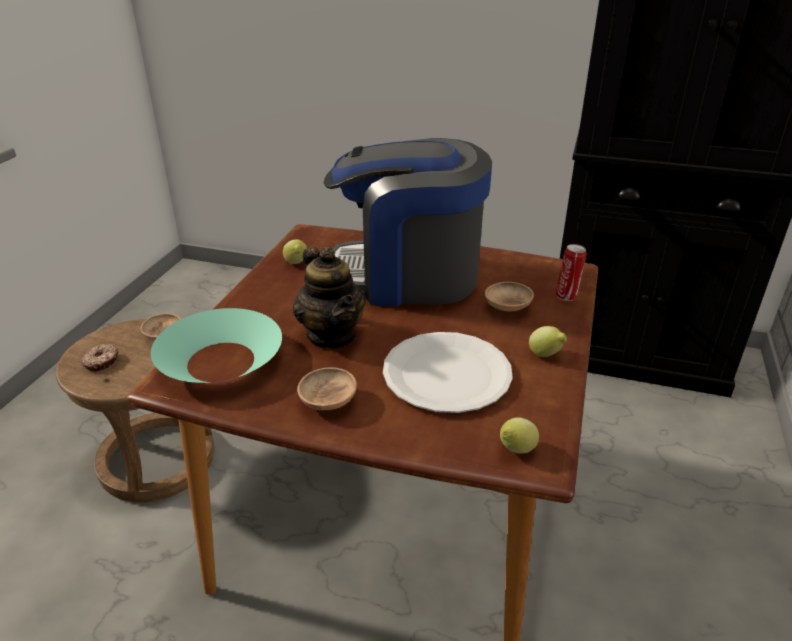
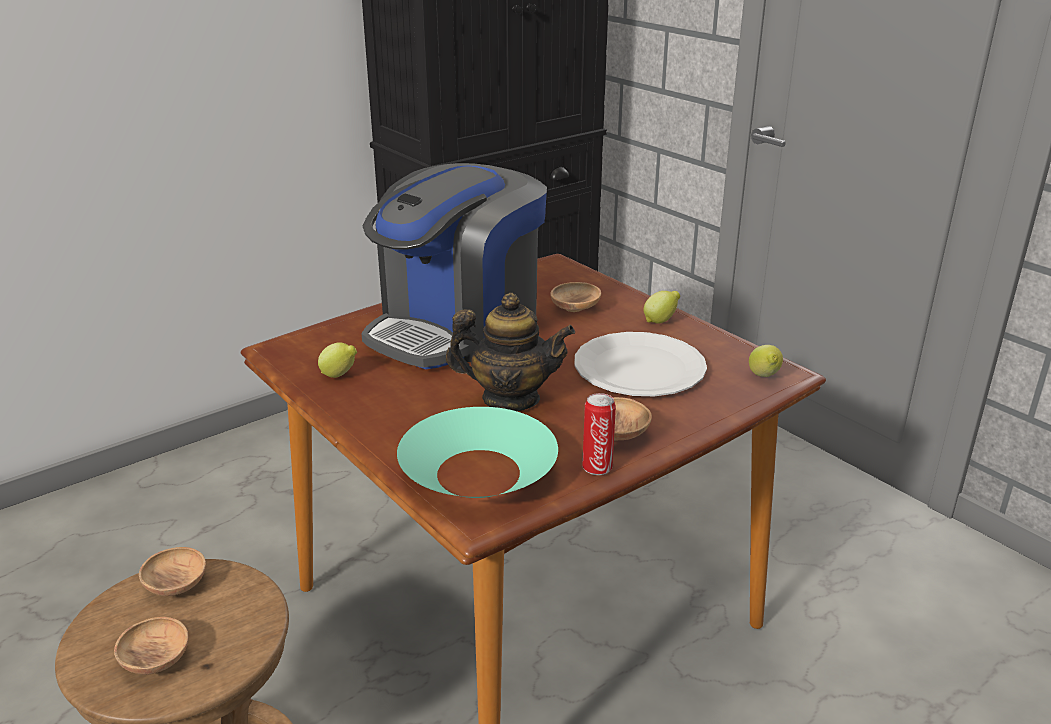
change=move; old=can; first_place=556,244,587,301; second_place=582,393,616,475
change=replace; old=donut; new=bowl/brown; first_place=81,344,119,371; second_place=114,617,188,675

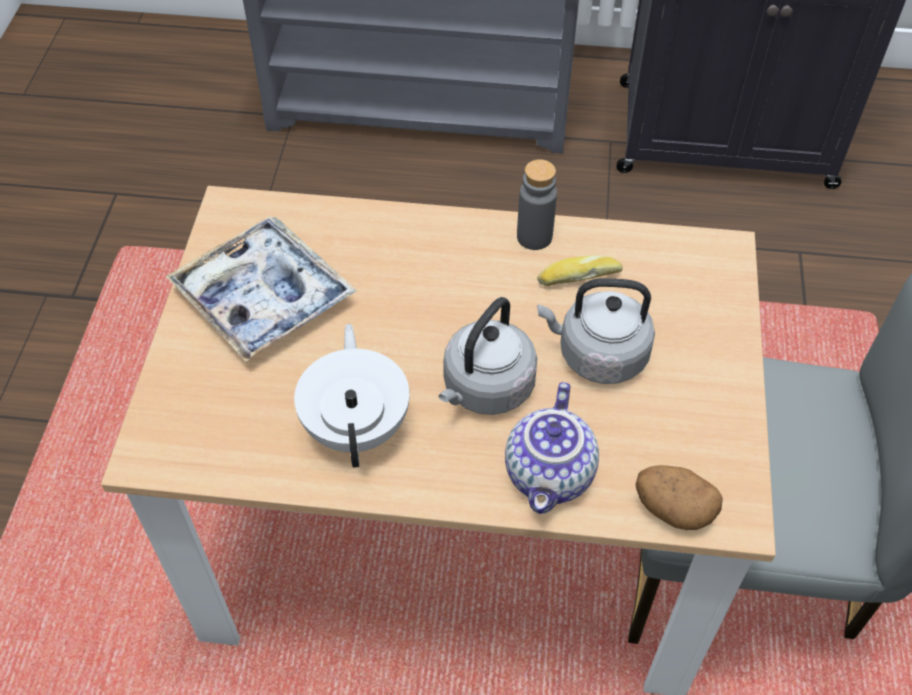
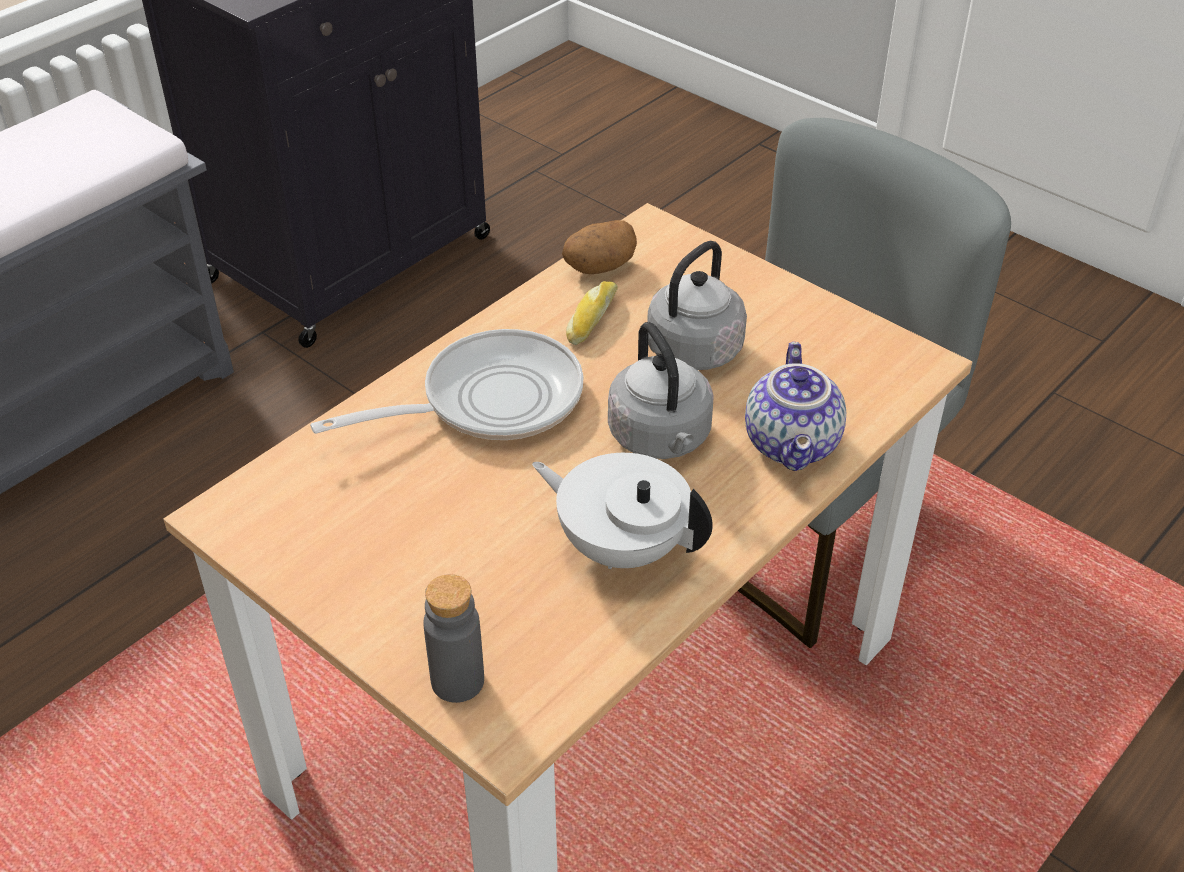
change=delete; old=tray; first_place=165,216,356,362
change=insert; new=frying pan; second_place=310,329,583,440
change=move; old=bottle/grey; first_place=517,159,557,250; second_place=423,574,484,703
change=move; old=potato; first_place=635,465,723,530; second_place=562,220,637,274
change=rotate; old=teapot; first_place=505,382,599,514; second_place=745,342,846,471; degrees=45

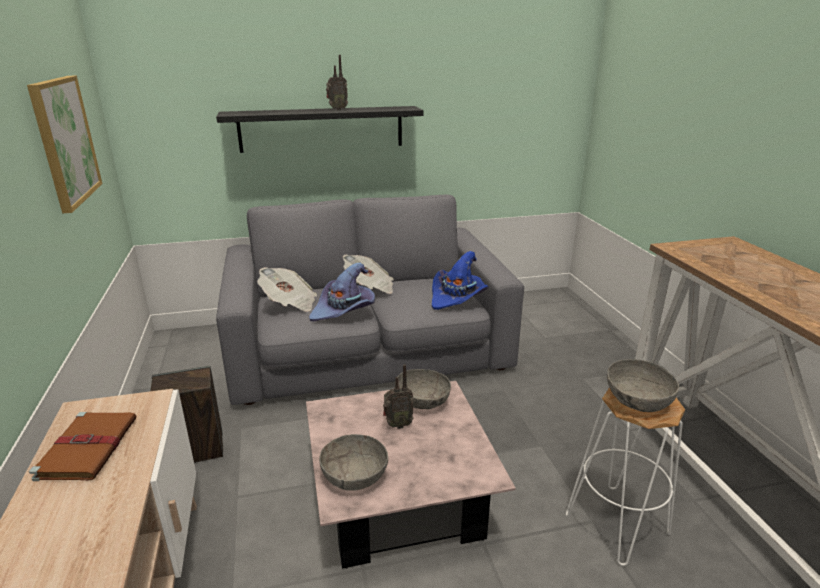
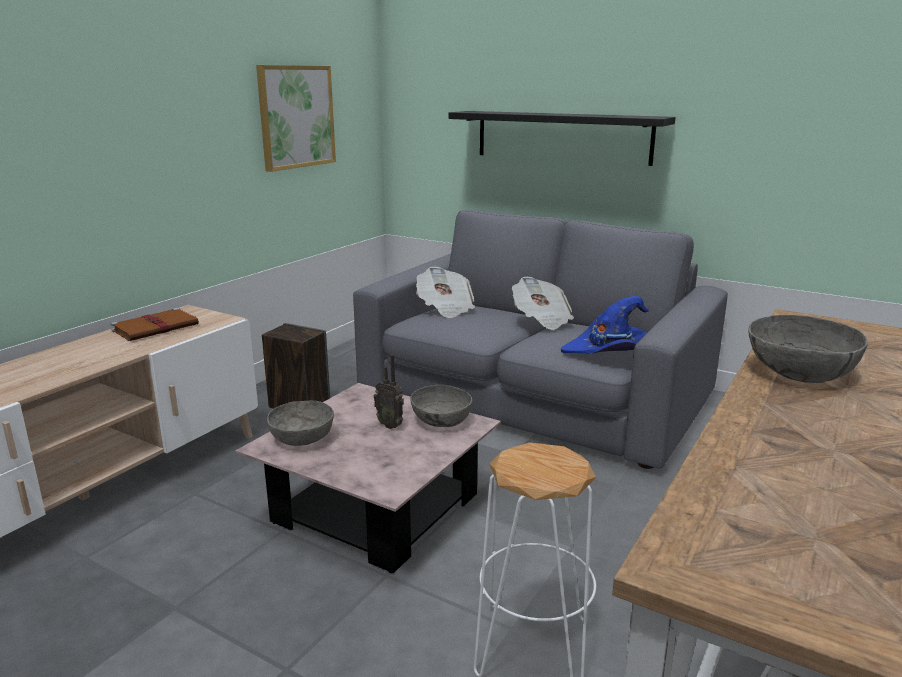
change=delete; old=hat/purple; first_place=309,262,375,321
change=delete; old=radio; first_place=326,55,348,110
change=move; old=bowl/grey; first_place=607,359,679,412; second_place=748,315,868,383

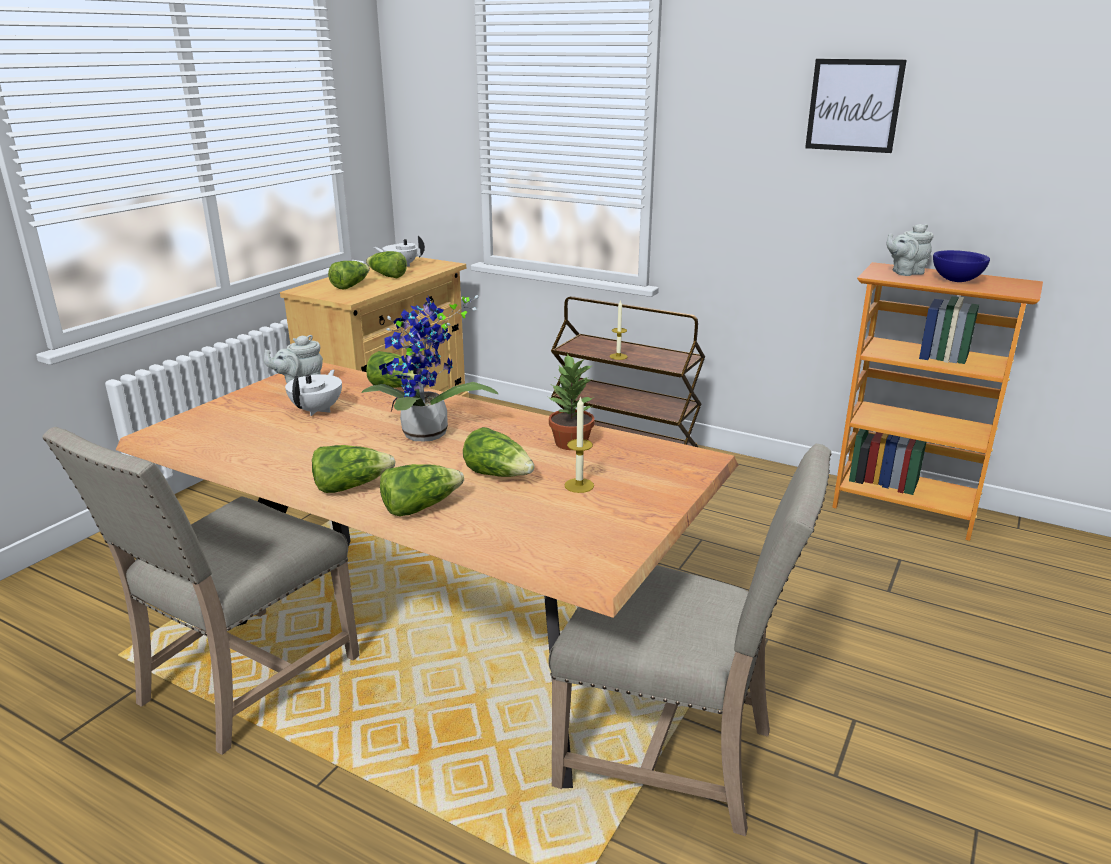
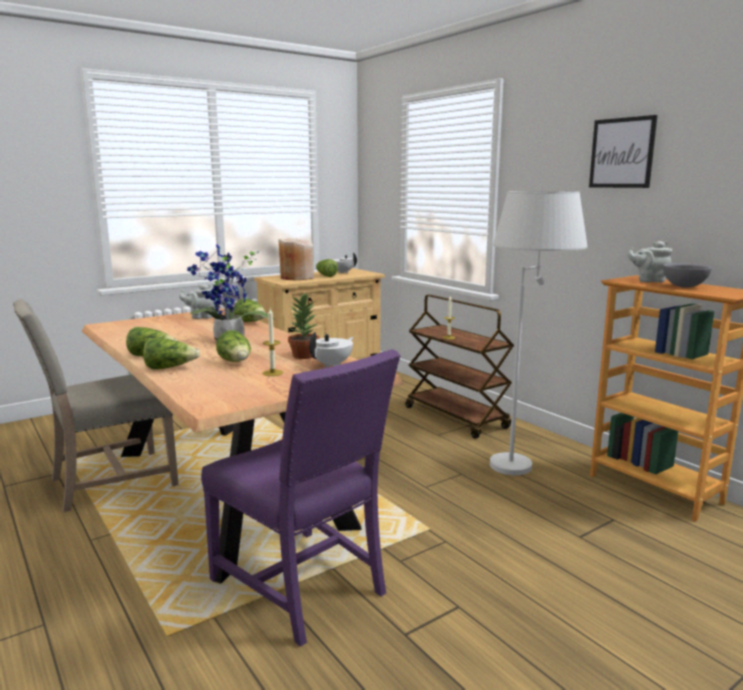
change=insert; new=floor lamp/white; second_place=490,191,587,475
change=move; old=teapot/white; first_place=285,370,342,416; second_place=309,332,354,368
change=replace; old=lettuce; new=vase/beige; first_place=328,261,370,290; second_place=278,238,314,280
change=recolor; old=chair/beige; new=chair/purple; first_place=548,444,831,836; second_place=201,349,400,647
change=recolor; old=bowl/blue; new=bowl/grey; first_place=933,250,990,282; second_place=663,263,712,288

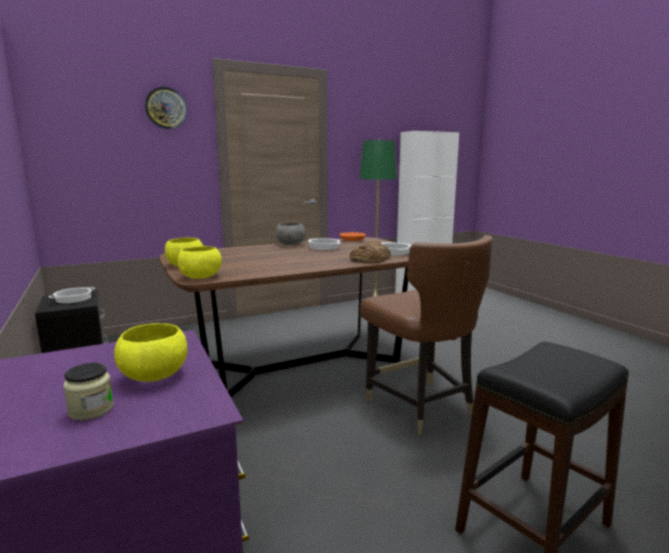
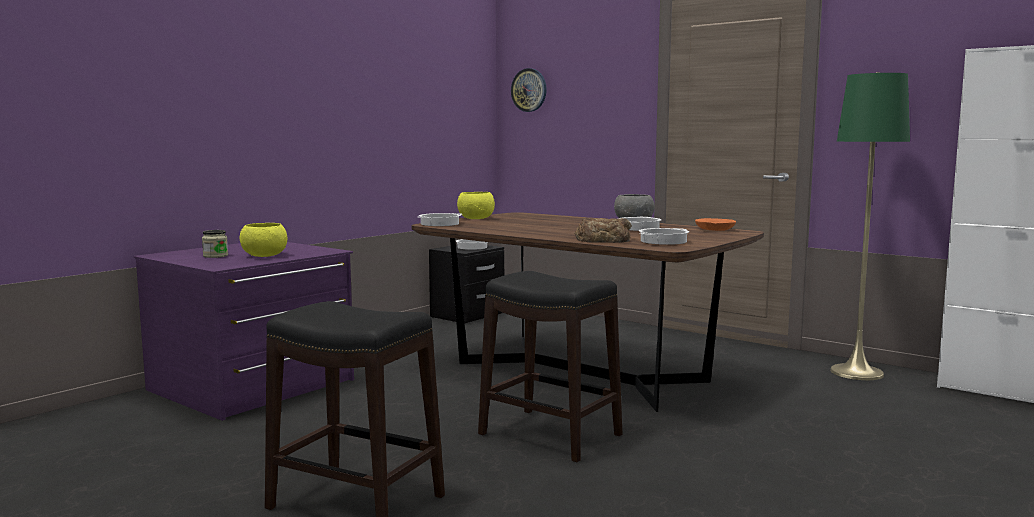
change=move; old=wall clock; first_place=145,87,187,129; second_place=511,68,547,112
change=replace; old=bowl/yellow; new=cooking pot; first_place=177,246,222,279; second_place=419,213,462,226
change=replace; old=chair/brown; new=stool/black; first_place=360,235,493,435; second_place=478,271,623,462

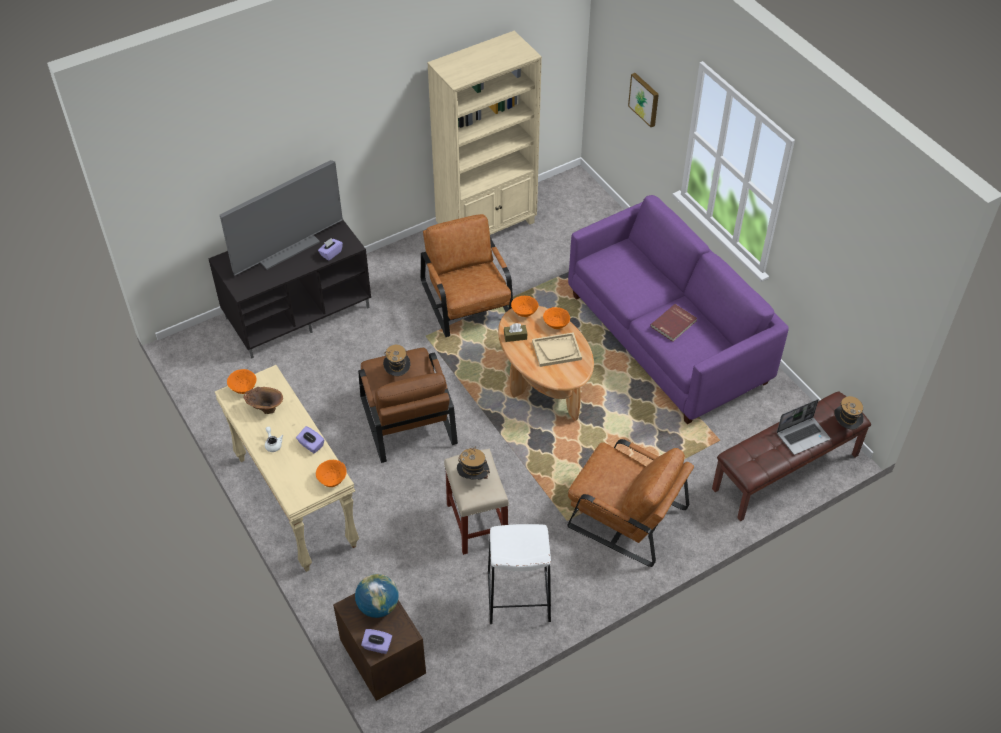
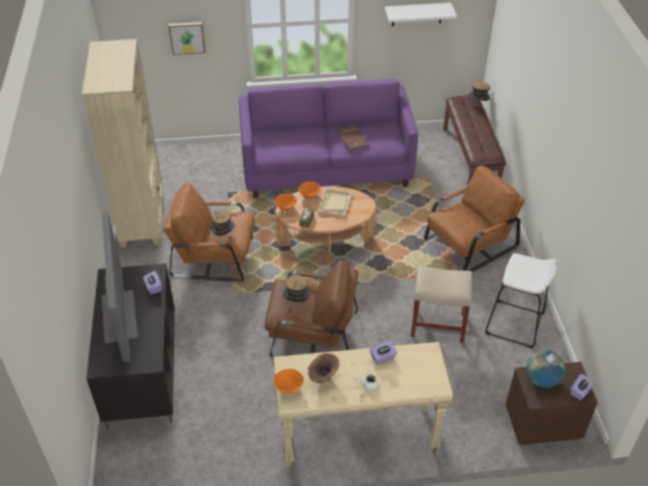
change=delete; old=bowl/orange; first_place=316,460,347,487
change=delete; old=laptop; first_place=777,399,831,455
change=insert; new=shelf/white; second_place=385,3,457,26
change=move; old=hat; first_place=457,446,490,480; second_place=211,211,235,236

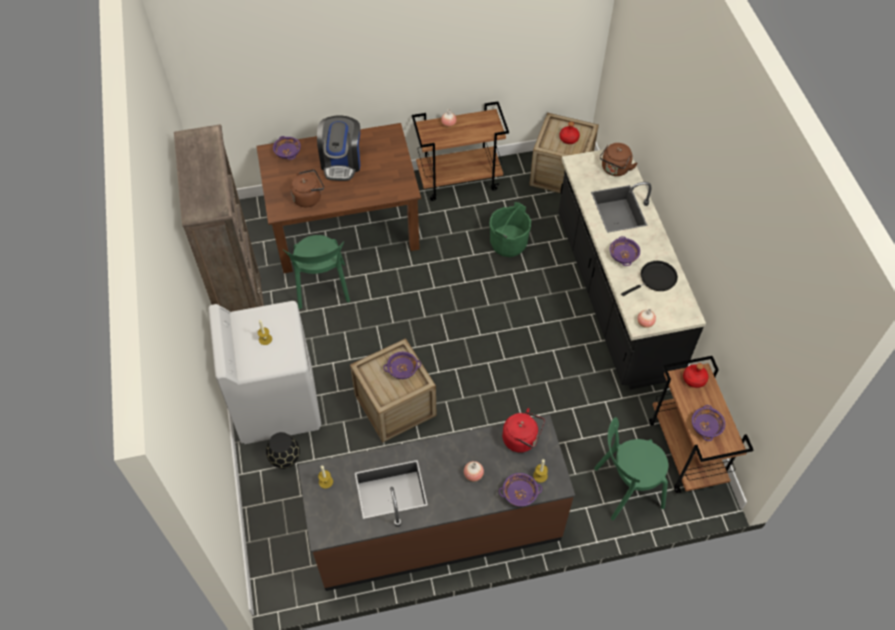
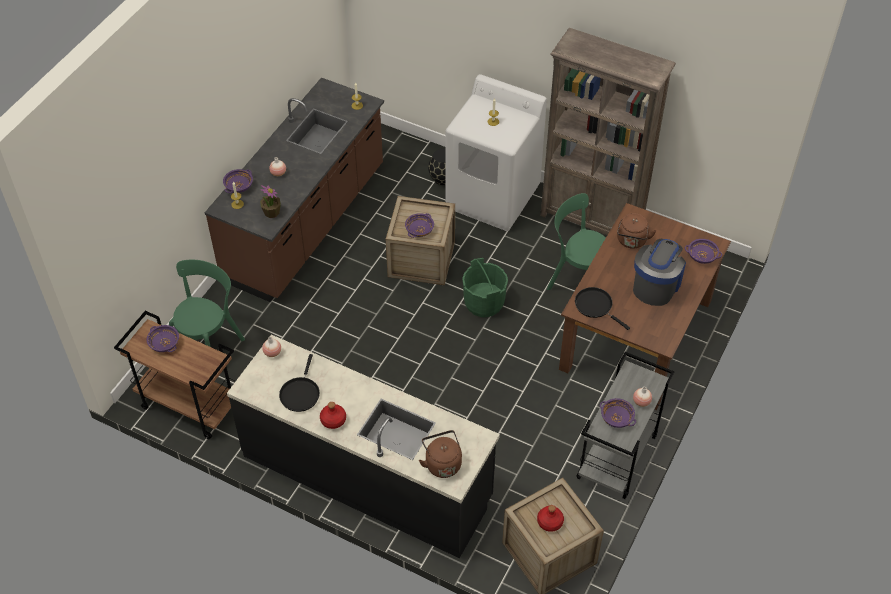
change=insert; new=frying pan/black; second_place=575,287,630,330
change=move; old=bucket/green; first_place=489,202,531,257; second_place=462,258,508,317
change=move; old=bowl/purple; first_place=610,236,640,266; second_place=600,398,636,428
change=move; old=bottle/red; first_place=683,363,708,388; second_place=320,402,346,429
change=replace; old=kettle/red; new=potted plant; first_place=502,408,545,453; second_place=260,185,281,218
change=recolor; old=cart/brown; new=cart/grey; first_place=412,101,509,201; second_place=576,352,674,499
change=rotate; old=coffee machine; first_place=317,115,360,181; second_place=633,239,686,306; degrees=75

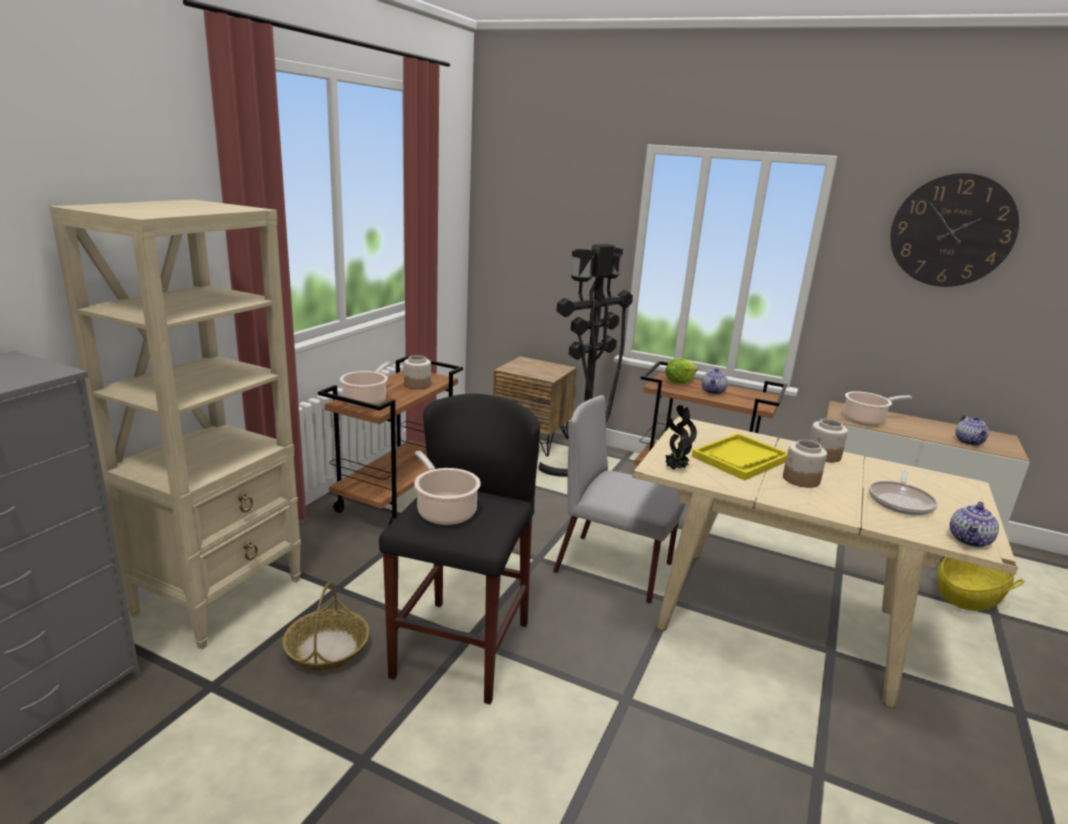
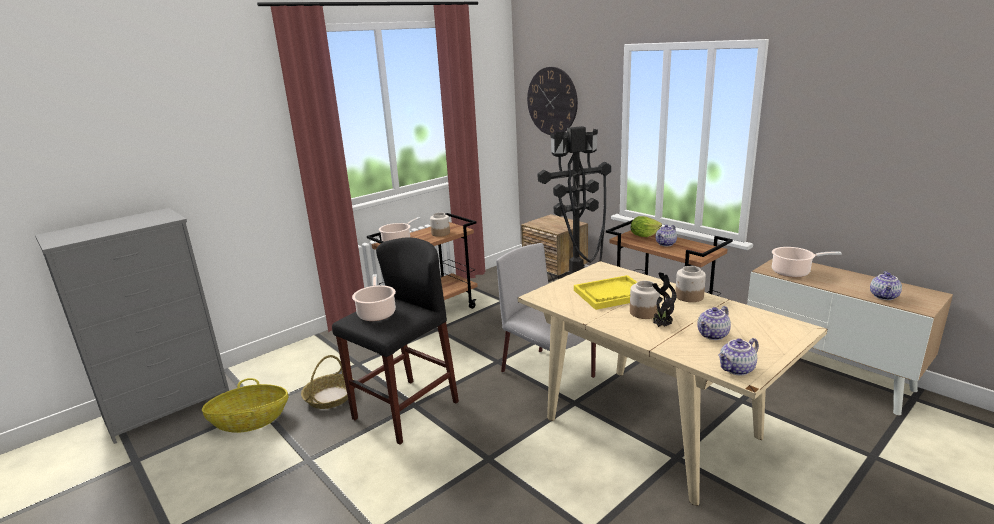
change=delete; old=bookcase/beige; first_place=49,199,301,649
change=move; old=potted plant; first_place=666,405,697,470; second_place=652,272,676,327
change=move; old=wall clock; first_place=890,173,1019,287; second_place=527,67,578,135
change=move; old=basket; first_place=938,557,1025,611; second_place=202,378,289,433
change=replace; old=frying pan; new=teapot; first_place=869,470,938,516; second_place=697,306,731,340

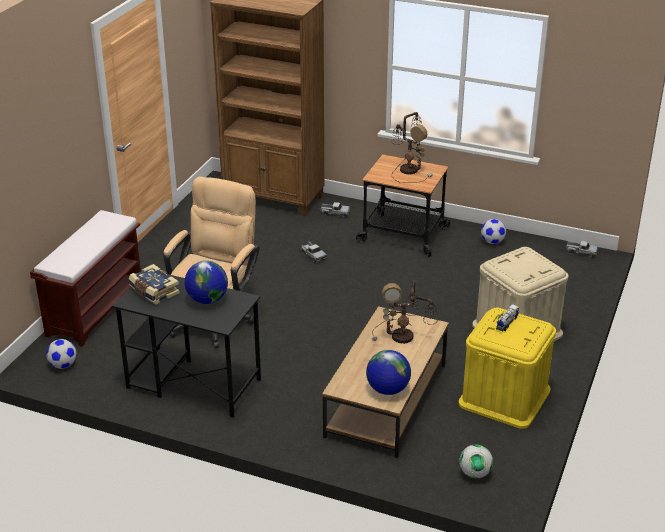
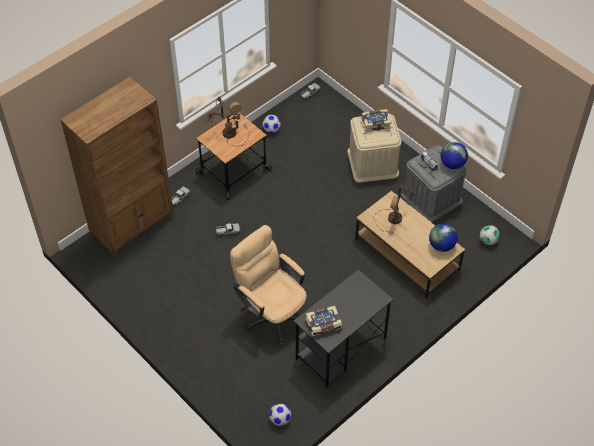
change=delete; old=bench/brown; first_place=30,210,141,346
change=insert; new=book; second_place=361,109,392,132
change=move; old=globe; first_place=185,261,228,304; second_place=441,142,468,169
change=recolor; old=storage box/yellow; new=storage box/grey; first_place=459,308,556,429; second_place=401,145,467,222

